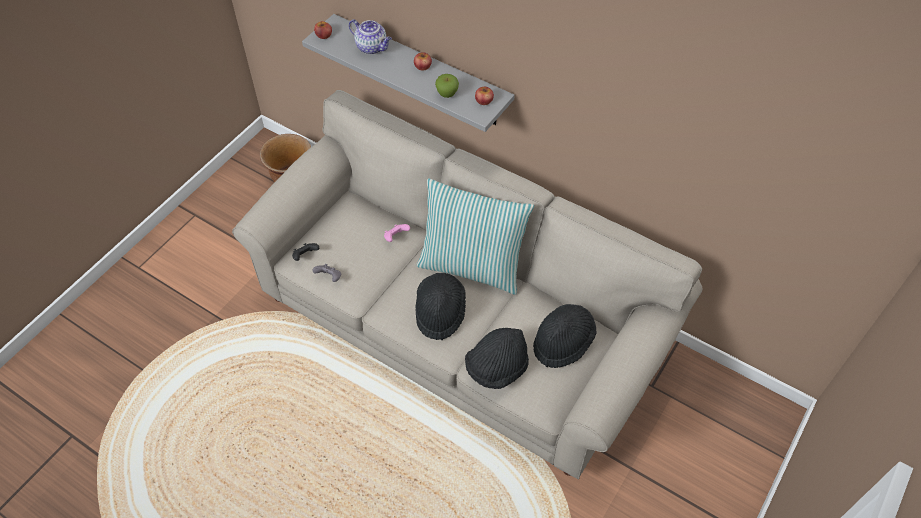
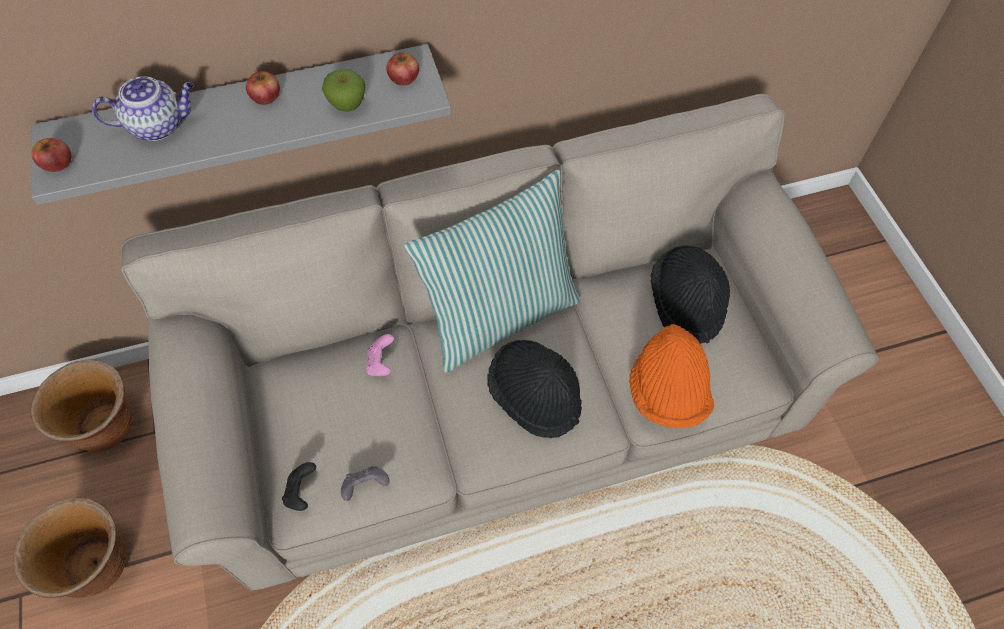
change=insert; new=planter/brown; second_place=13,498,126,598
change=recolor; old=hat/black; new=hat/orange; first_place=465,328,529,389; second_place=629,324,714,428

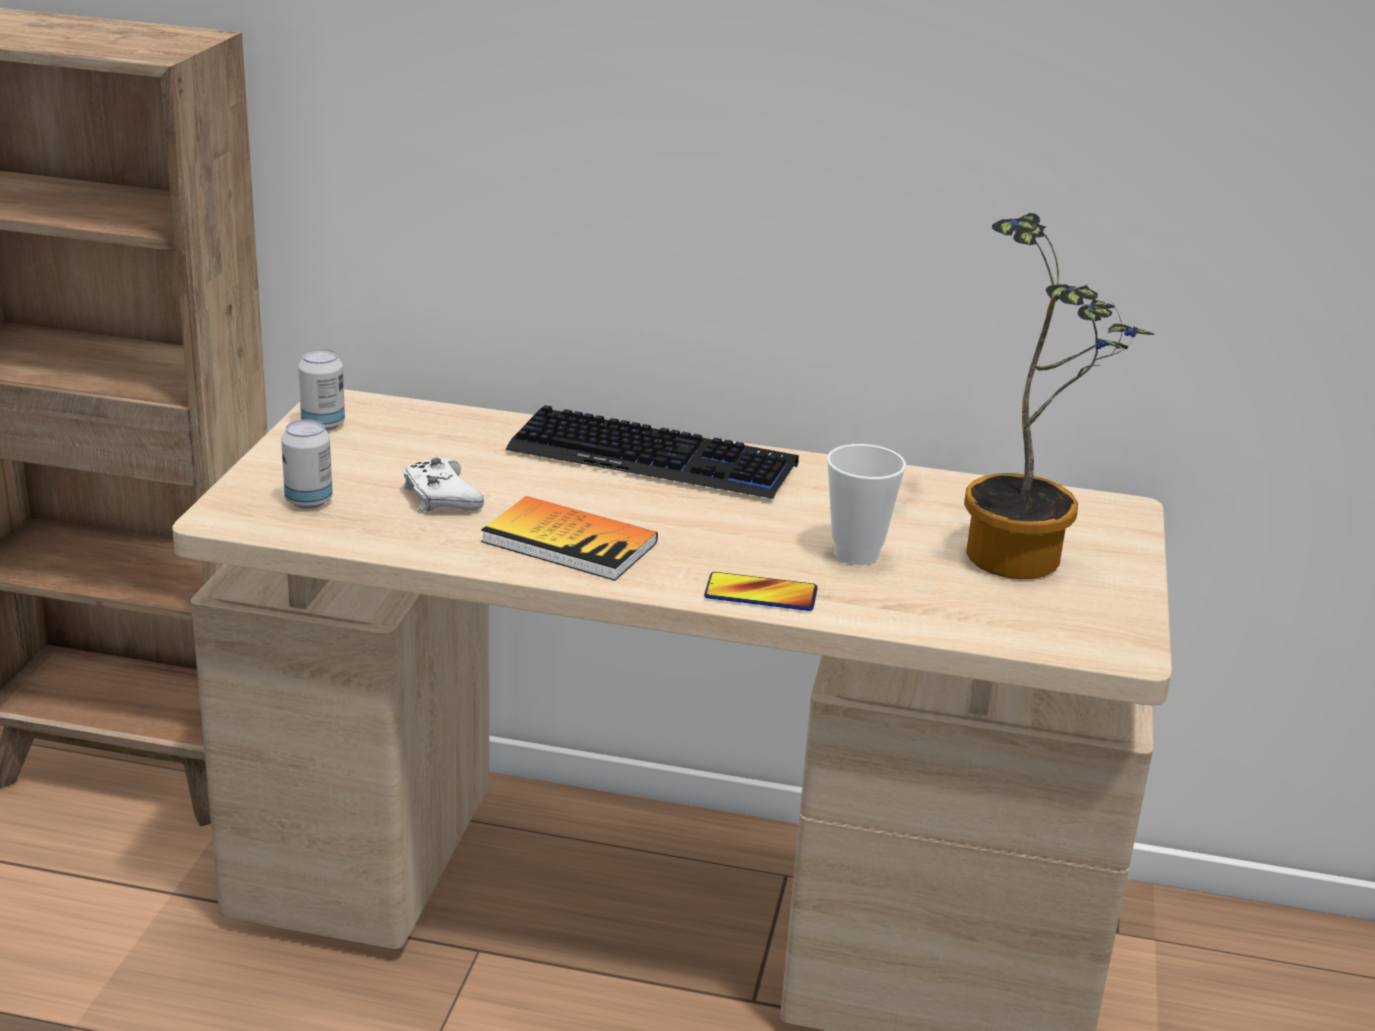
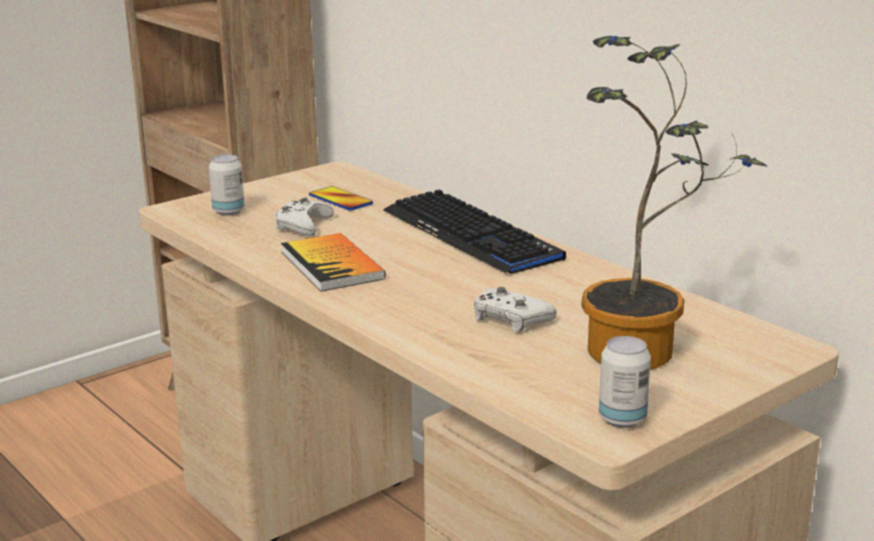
change=move; old=can; first_place=298,349,345,431; second_place=599,336,651,428
change=move; old=phone; first_place=704,572,818,611; second_place=309,186,373,211
change=replace; old=cup; new=game controller/white; first_place=827,444,906,565; second_place=474,287,557,332

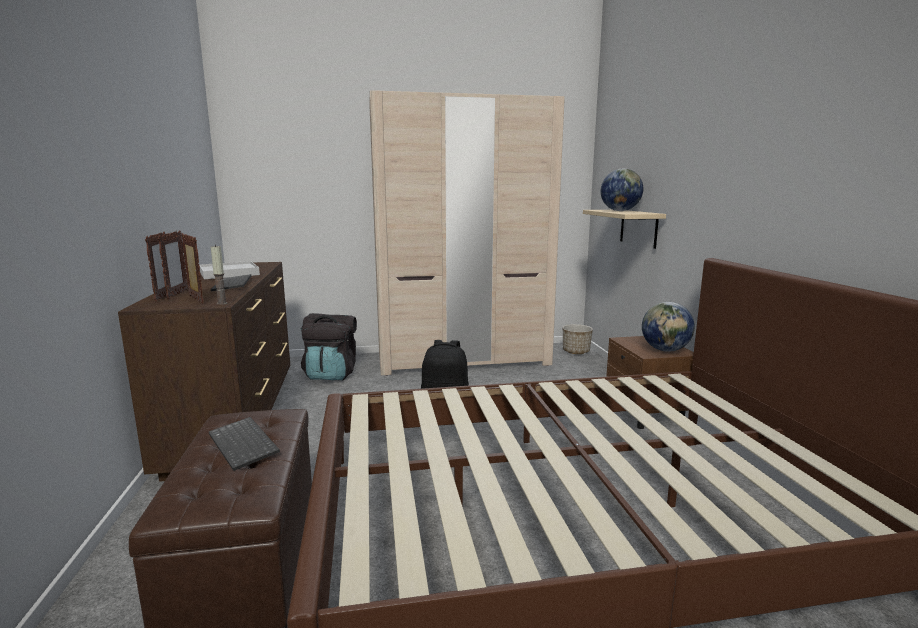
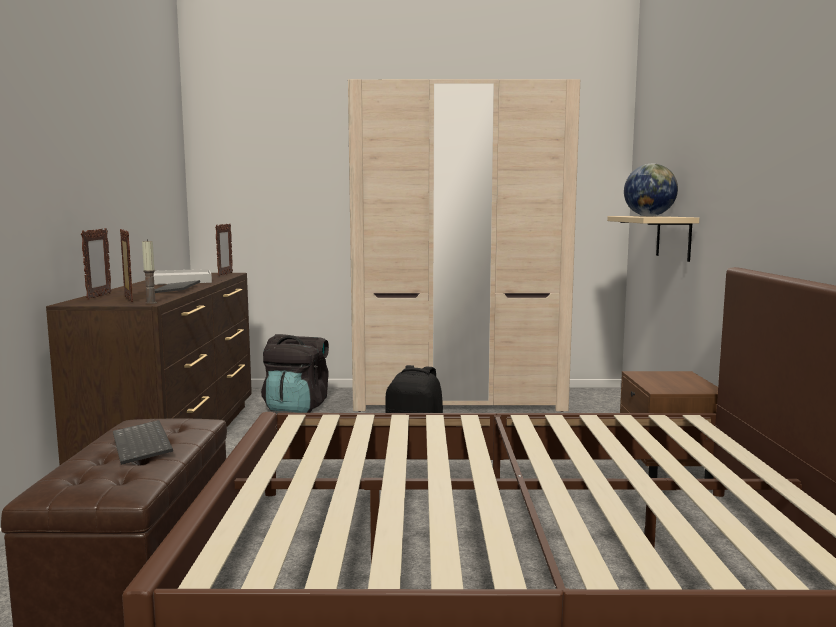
change=delete; old=planter; first_place=563,324,593,354
change=delete; old=globe; first_place=642,302,695,352
change=move; old=picture frame; first_place=158,231,188,299; second_place=215,223,233,276

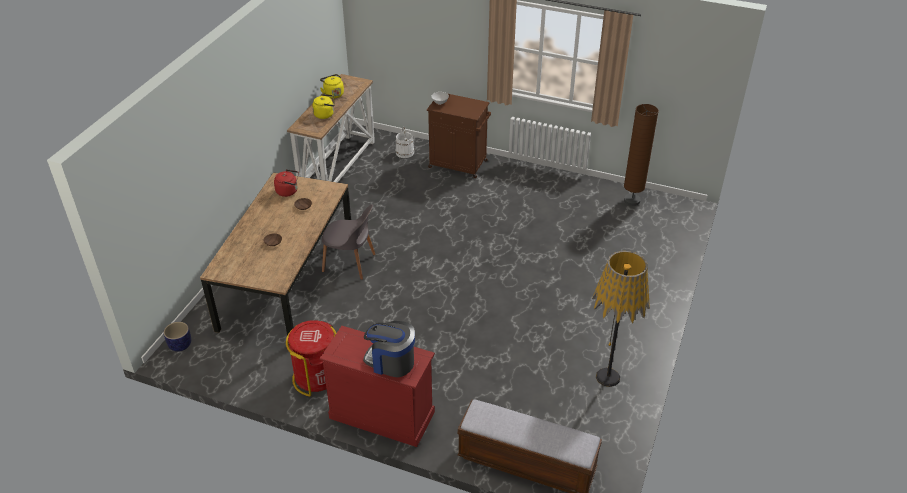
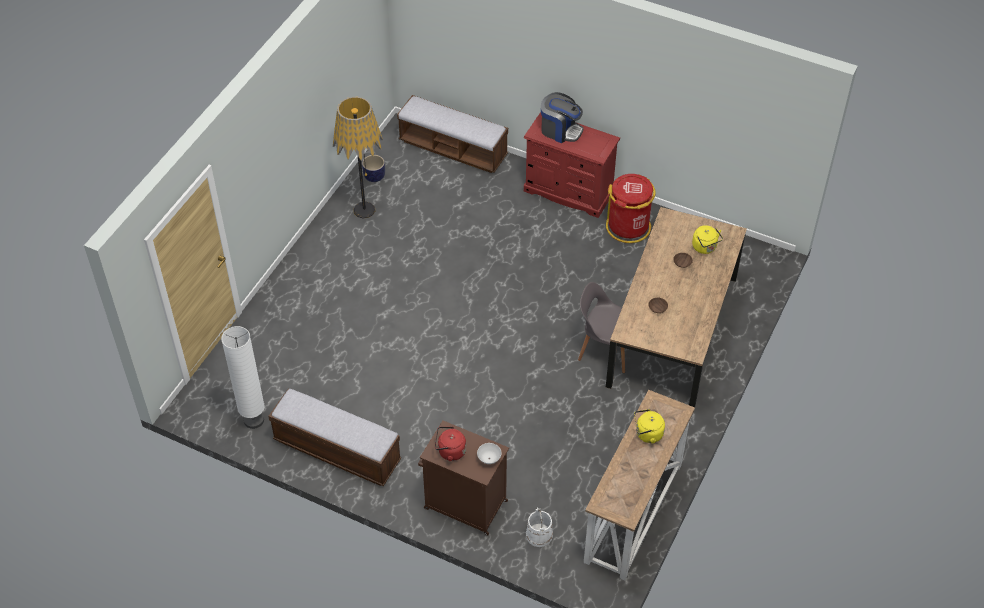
change=insert; new=bench; second_place=268,389,401,486
change=move; old=planter; first_place=163,322,191,352; second_place=362,155,385,182
change=move; old=kettle/red; first_place=274,169,299,197; second_place=435,427,466,461
change=move; old=kettle/yellow; first_place=320,74,344,98; second_place=692,225,723,254
change=recolor; old=floor lamp/brown; new=floor lamp/white; first_place=624,104,659,206; second_place=221,326,265,429

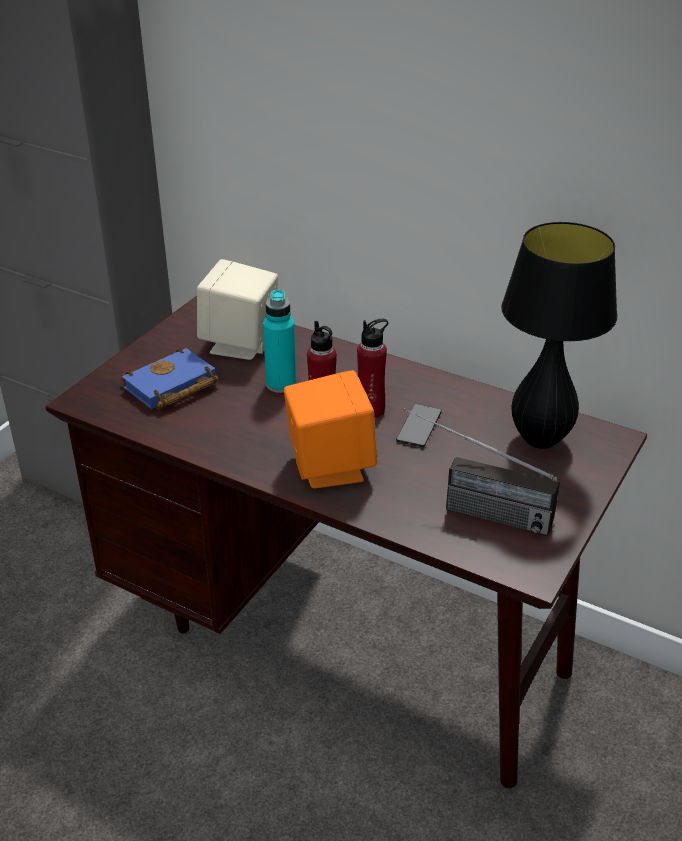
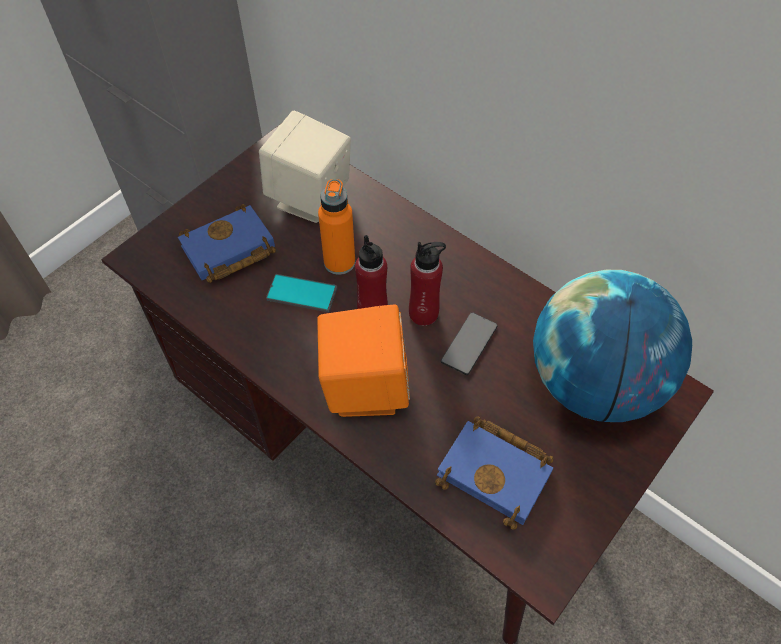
change=insert; new=phone; second_place=266,274,338,312
change=replace; old=radio; new=book/blue; first_place=403,408,560,536; second_place=435,416,553,530
change=replace; old=table lamp/black; new=globe; first_place=501,222,617,449; second_place=533,270,692,422
change=recolor; old=bottle/turquoise; new=bottle/orange; first_place=263,289,296,393; second_place=318,179,355,275

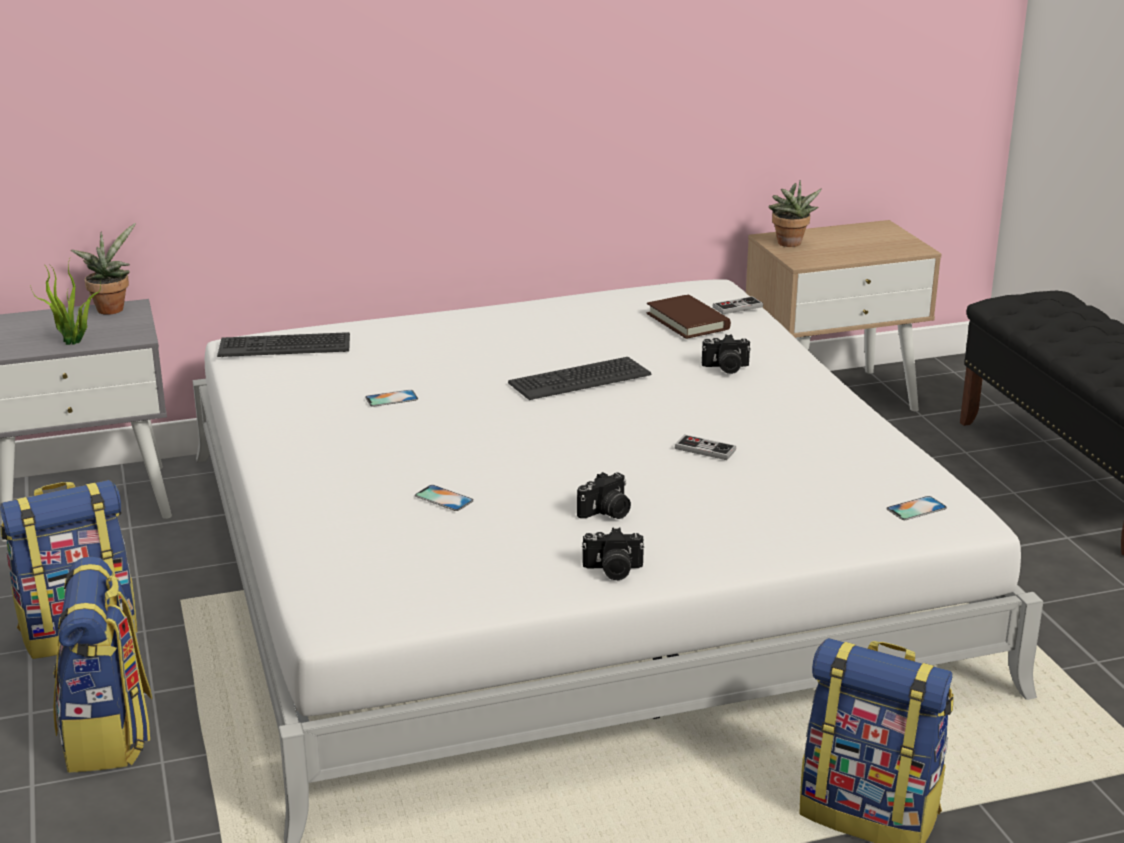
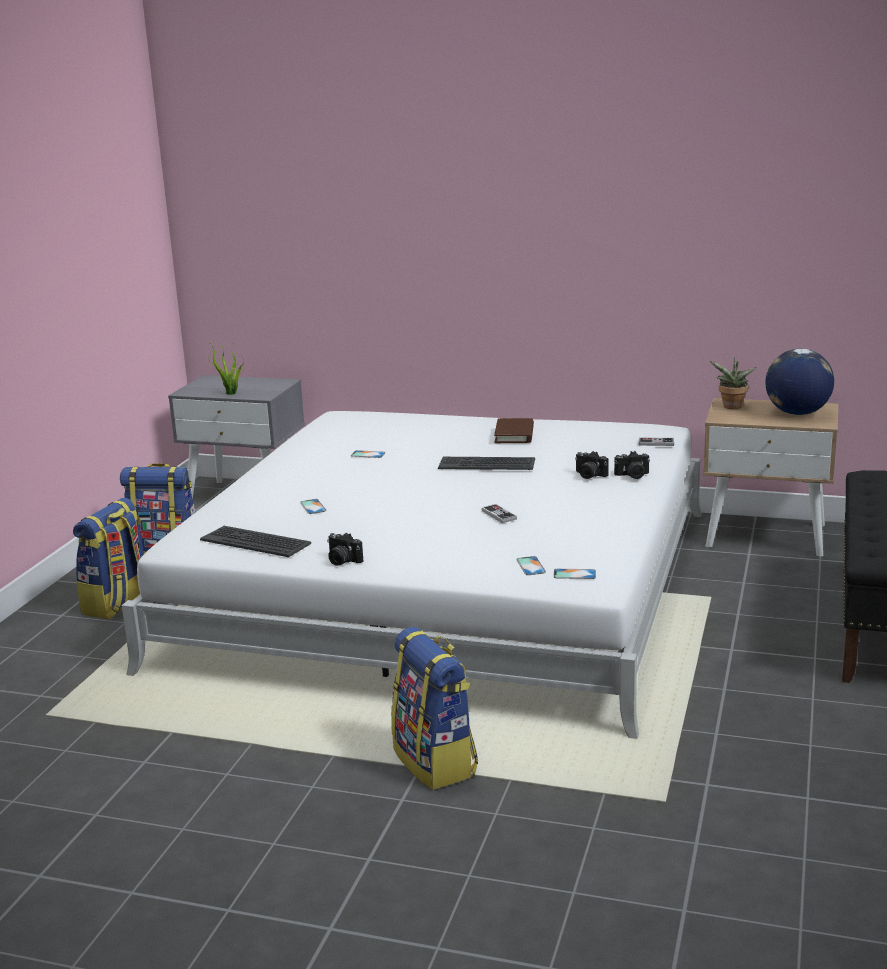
change=delete; old=potted plant; first_place=71,223,136,315
change=insert; new=phone; second_place=516,556,546,575
change=insert; new=globe; second_place=766,349,834,415
change=move; old=keyboard; first_place=217,332,350,357; second_place=200,526,311,557
change=move; old=photo camera; first_place=577,472,631,519; second_place=614,451,650,479
change=move; old=book/brown; first_place=647,295,731,339; second_place=494,418,534,443

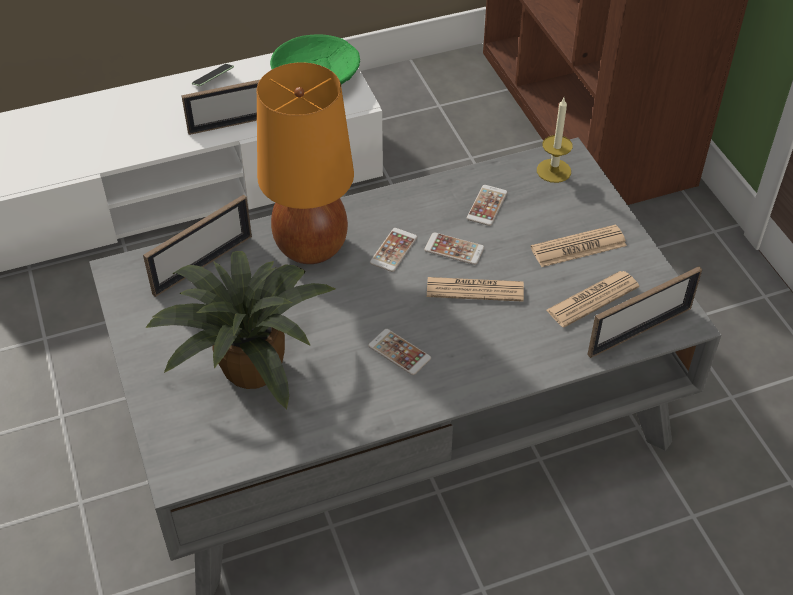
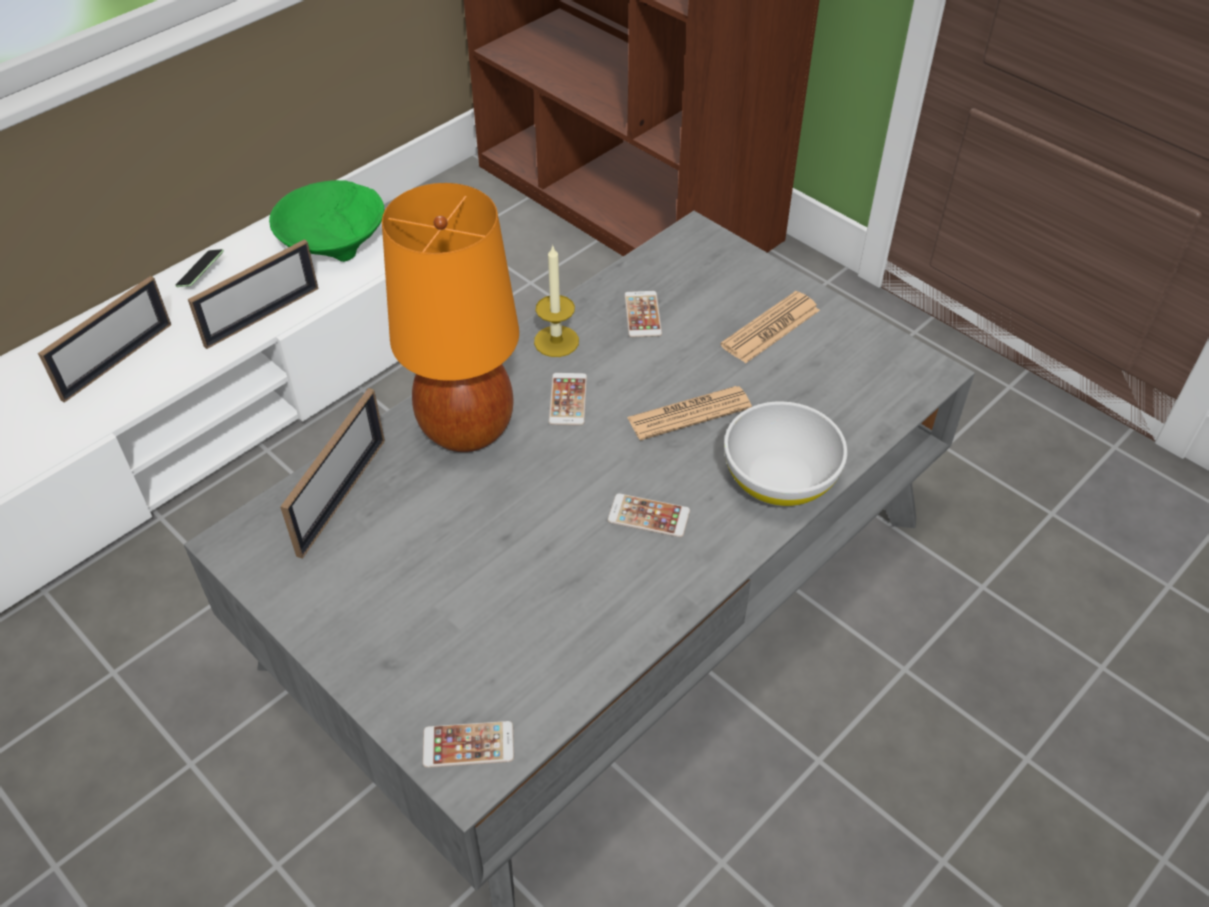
change=delete; old=potted plant; first_place=145,251,335,410
change=delete; old=newspaper; first_place=546,271,639,327
change=insert; new=bowl/white; second_place=724,401,847,506
change=move; old=phone; first_place=424,232,484,265; second_place=422,721,514,768
change=move; old=candle; first_place=537,98,573,183; second_place=534,244,579,357
change=move; old=picture frame; first_place=587,266,702,358; second_place=38,276,171,403

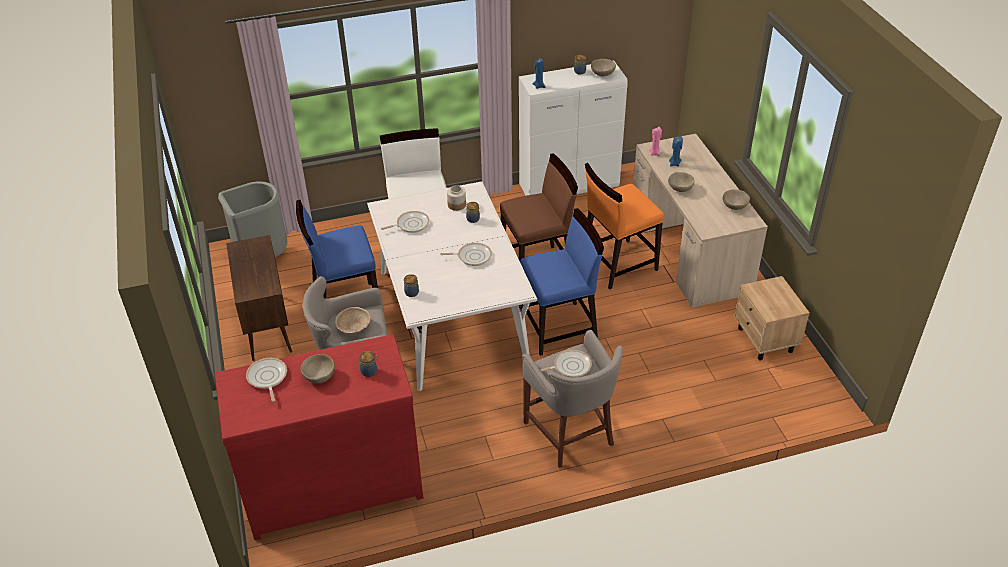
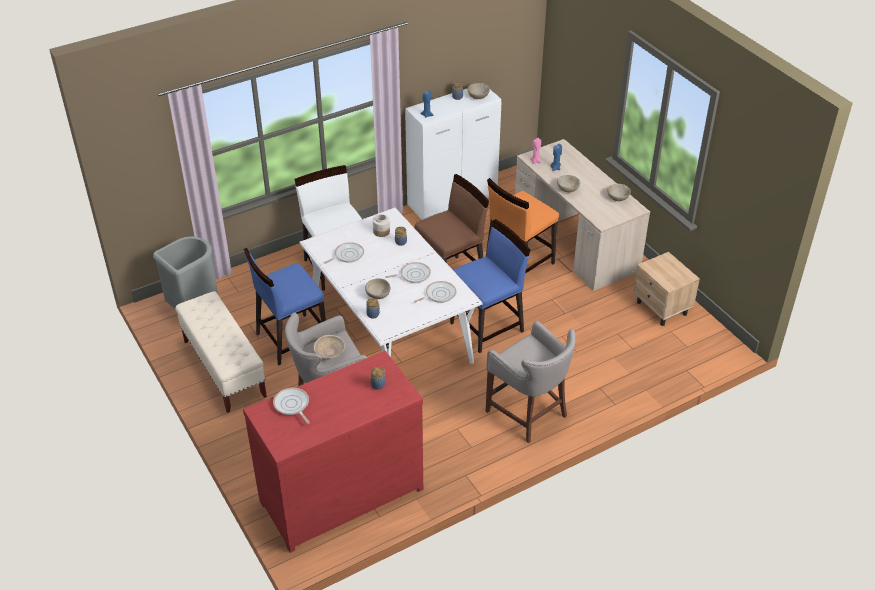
change=move; old=bowl/beige; first_place=301,354,335,383; second_place=365,278,390,299
change=move; old=frying pan; first_place=540,349,592,378; second_place=414,281,457,303
change=replace; old=cabinet/brown; new=bench/beige; first_place=226,235,292,361; second_place=175,291,267,413

